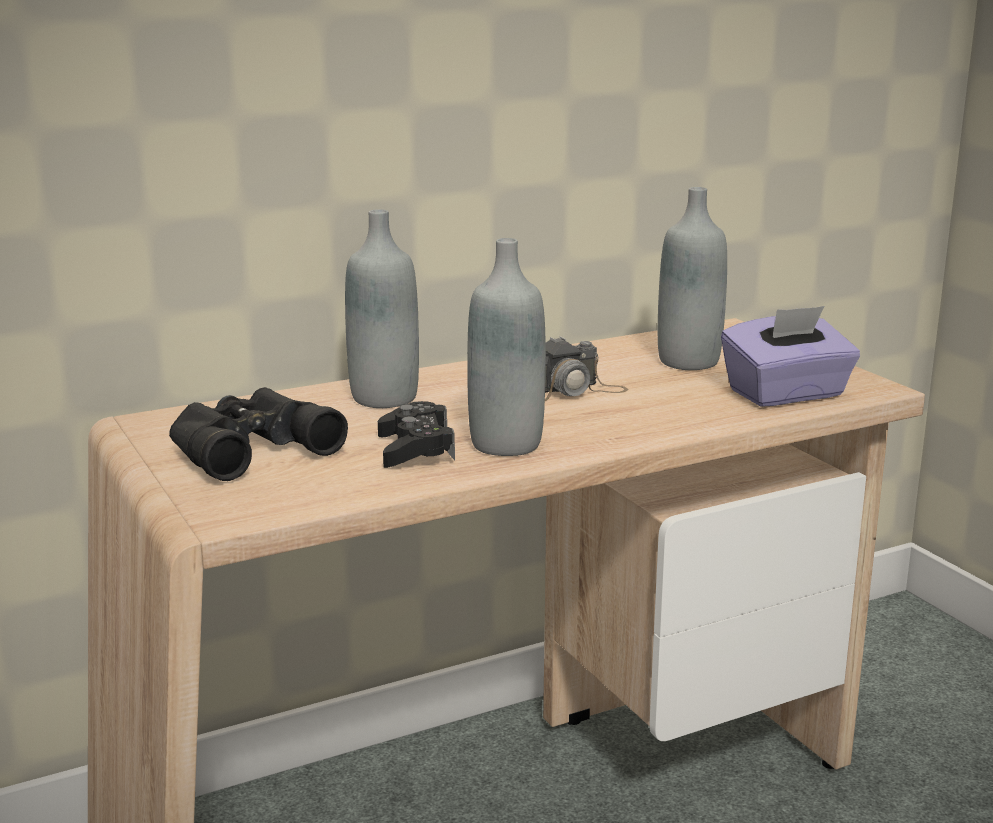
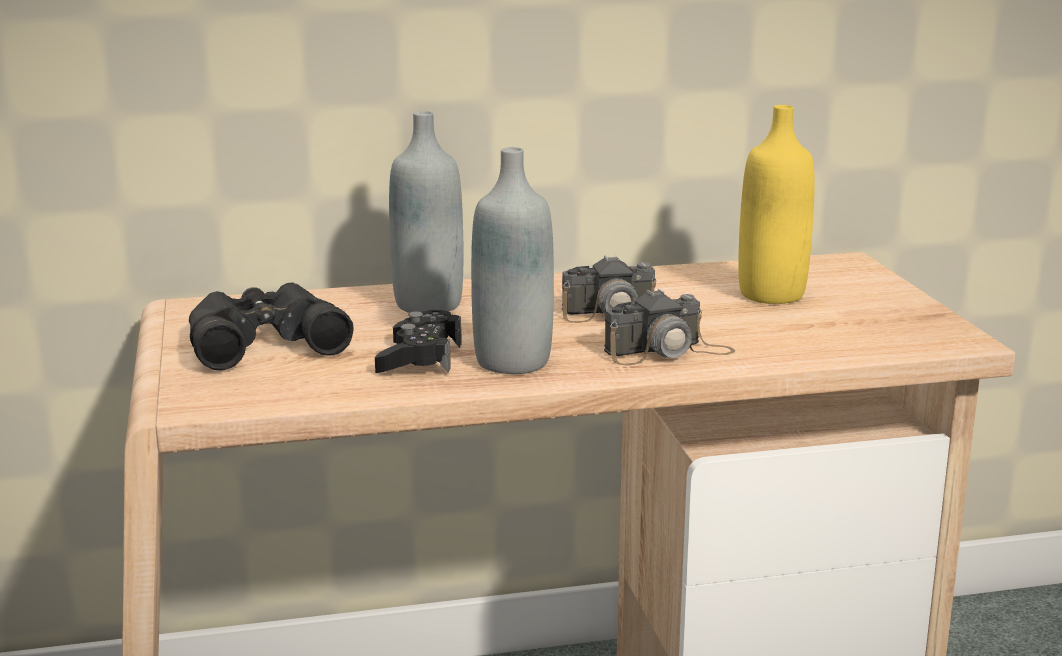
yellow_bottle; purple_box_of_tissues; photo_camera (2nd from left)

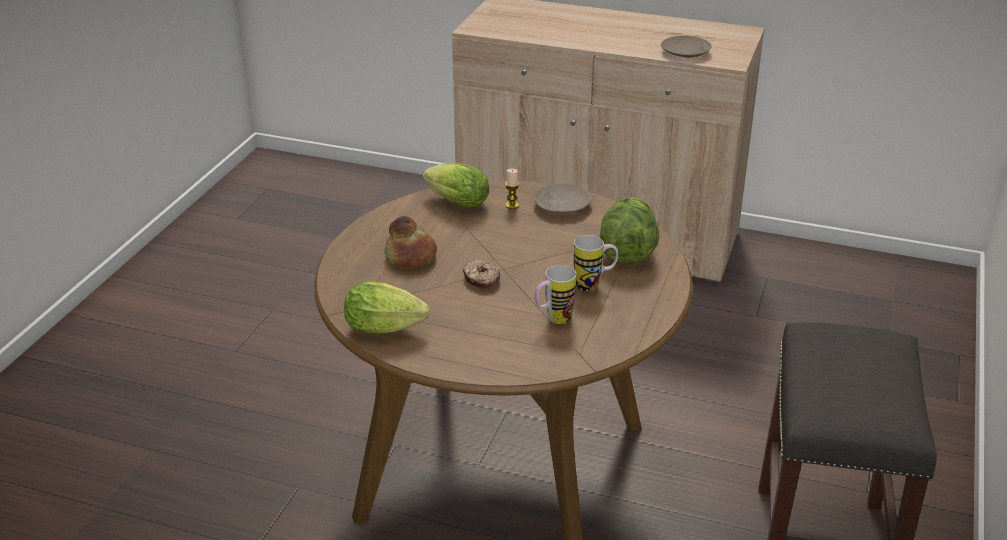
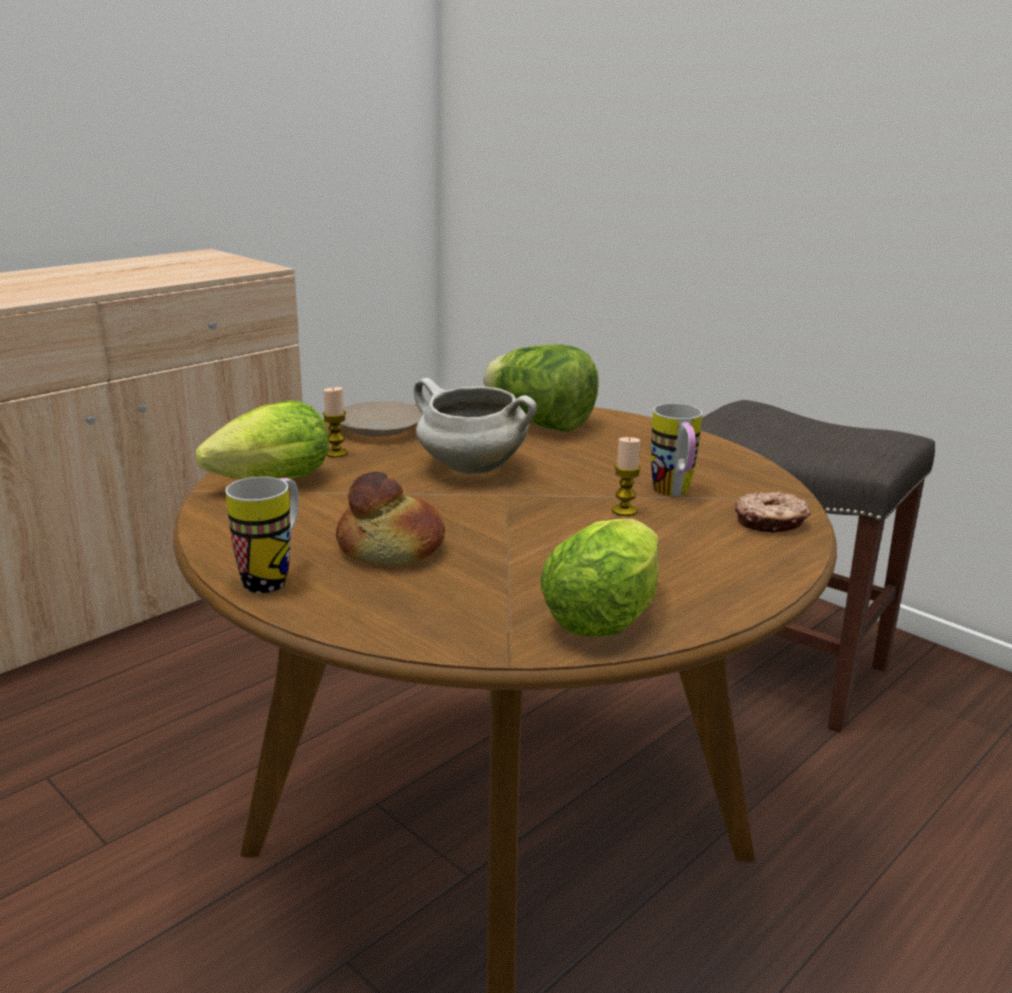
ring_doughnut; coffee_mug (1st from left); sand-coloured_dinner_plate (2nd from left in the first image); white-coloured_saucepot; wax_light (2nd from left)

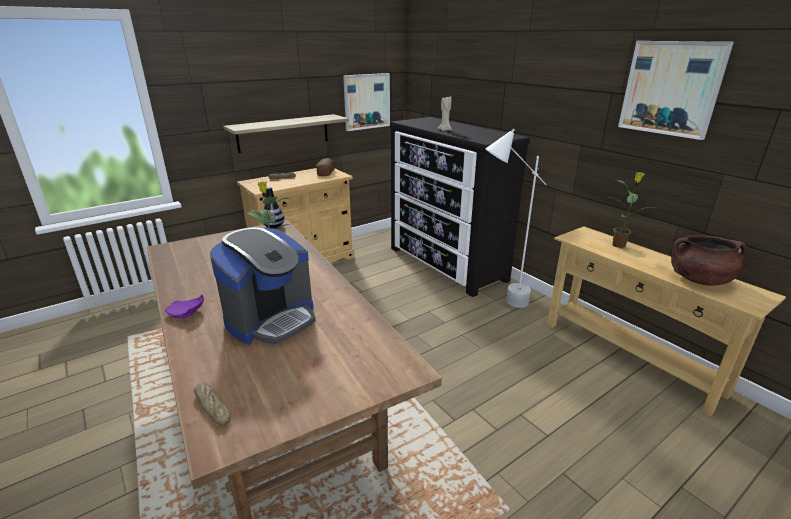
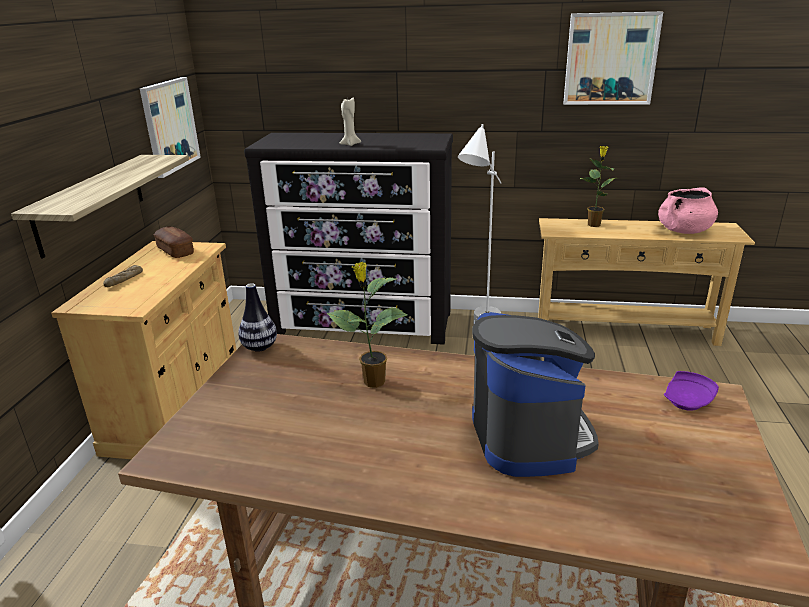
purple_dinner_plate; bread (1st from left in the first image); pink-coloured_saucepot

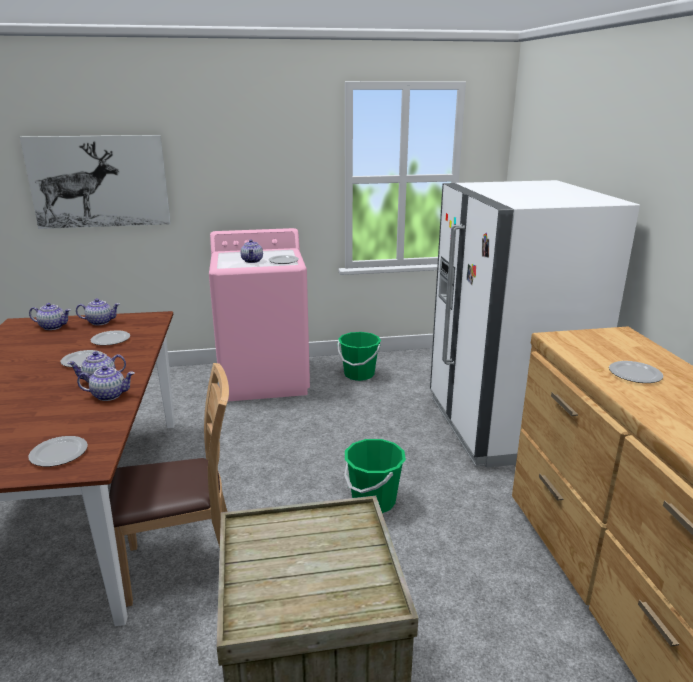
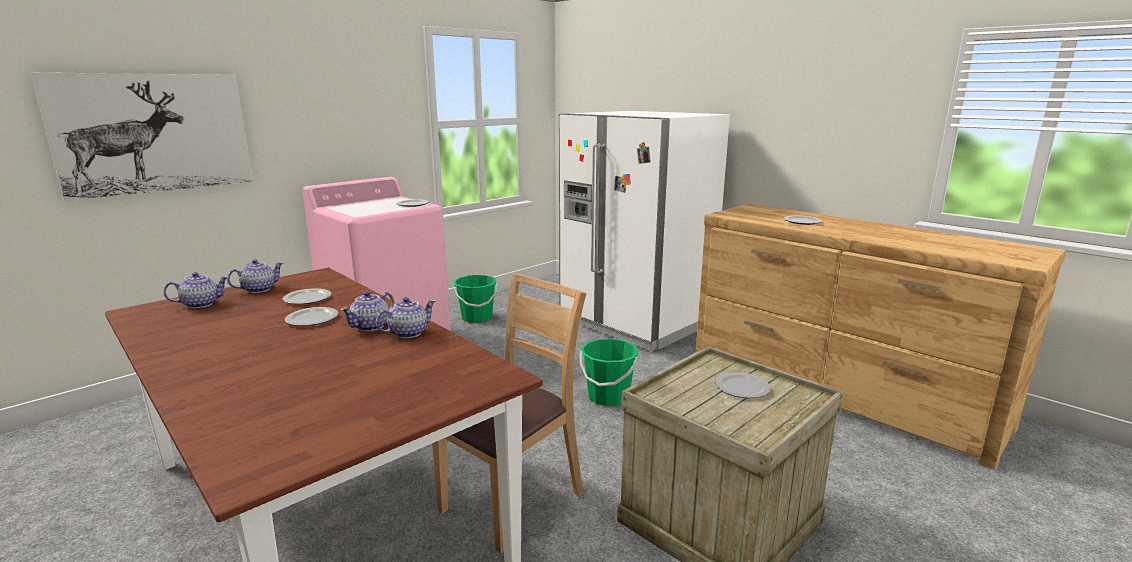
dinner_plate (4th from left); pot_for_tea (5th from left in the first image)

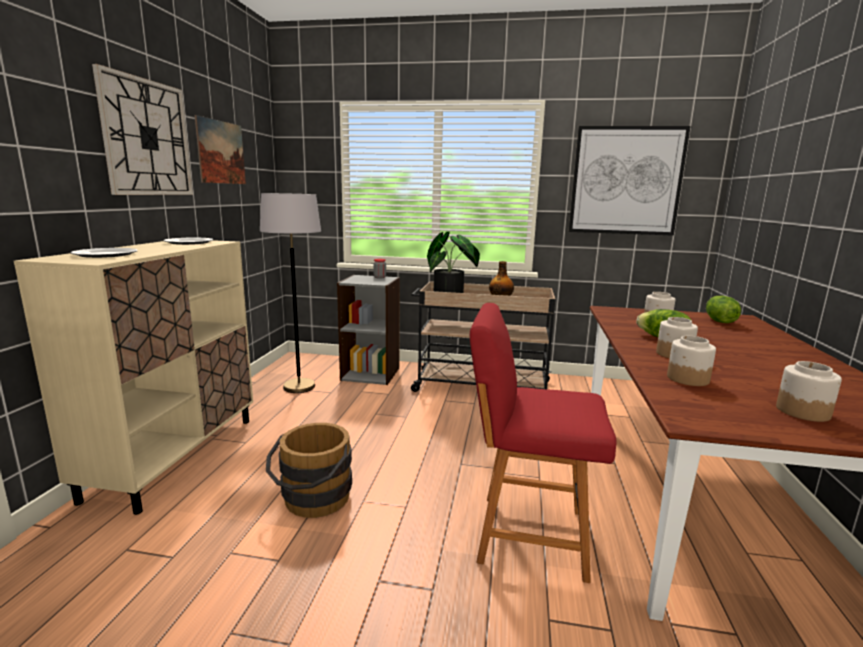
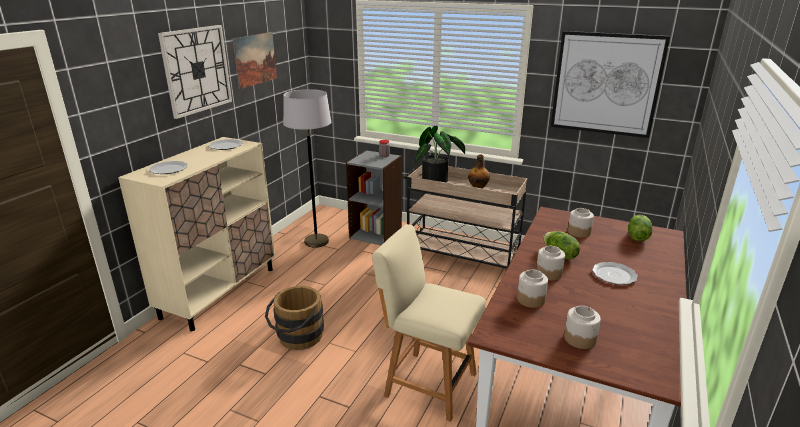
sand-coloured_upright_chair; dinner_plate (3rd from left)

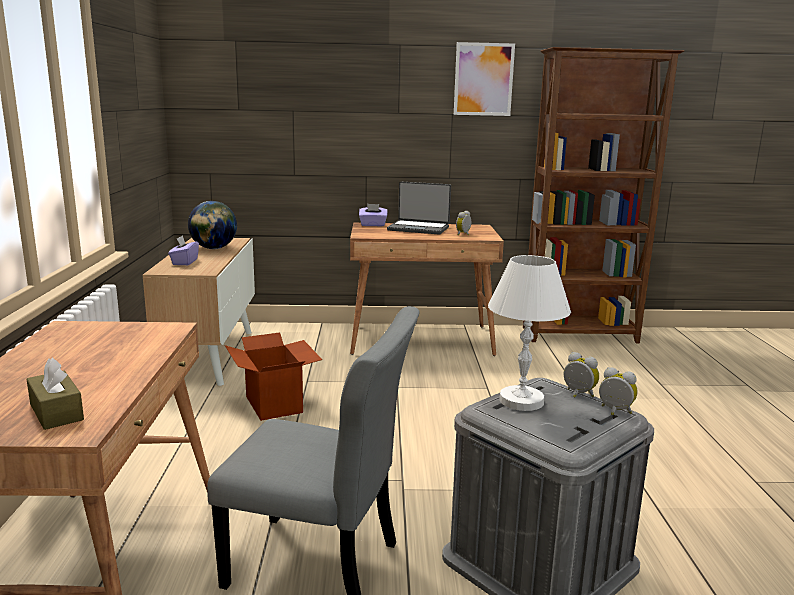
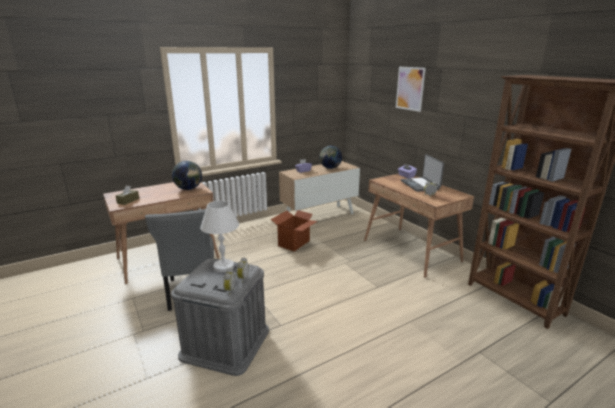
picture; world_globe (1st from left)

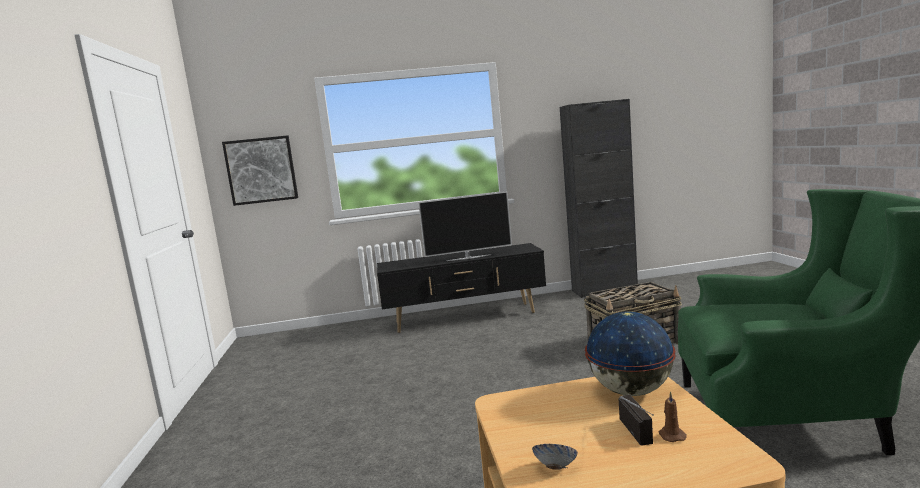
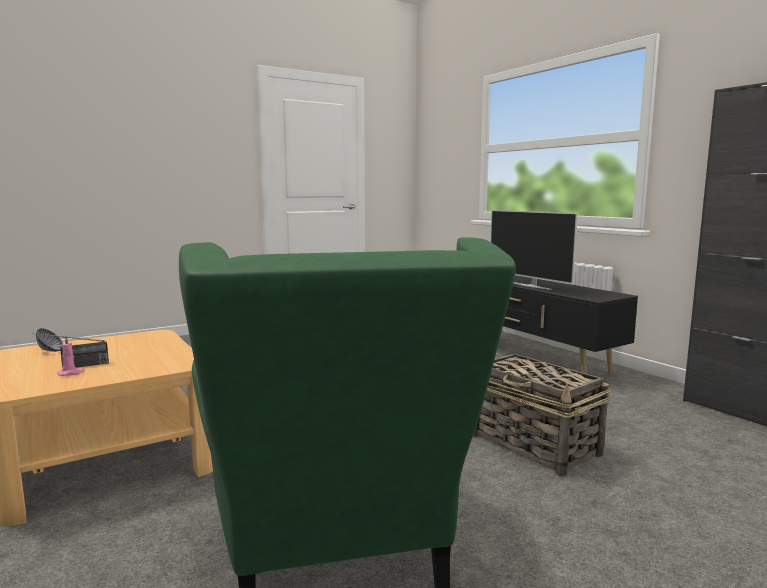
picture; world_globe; pink-coloured_wax_light

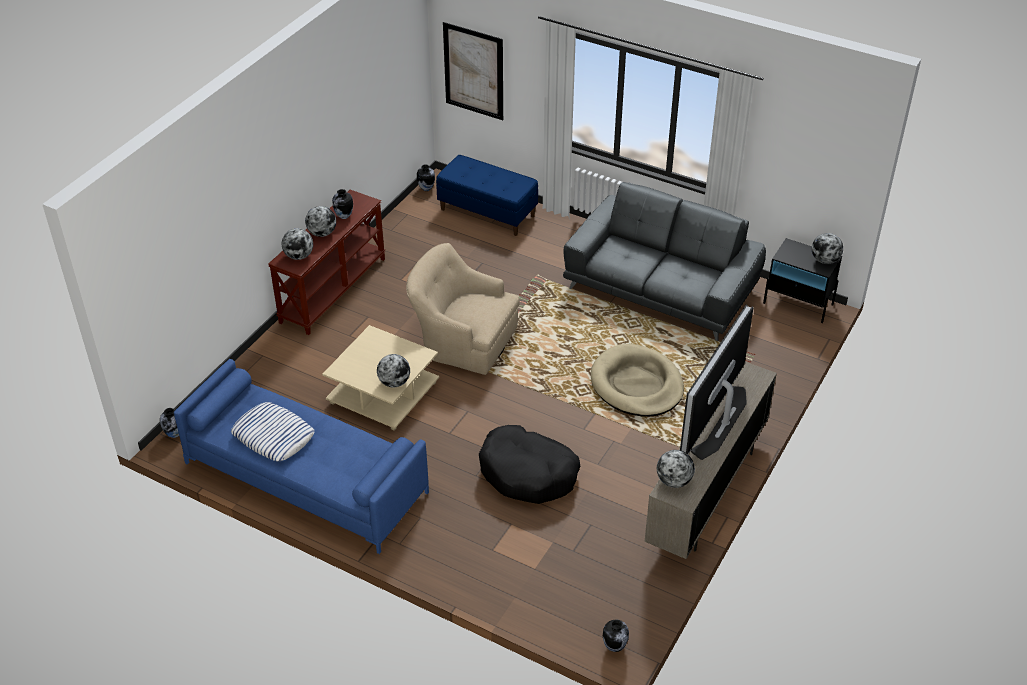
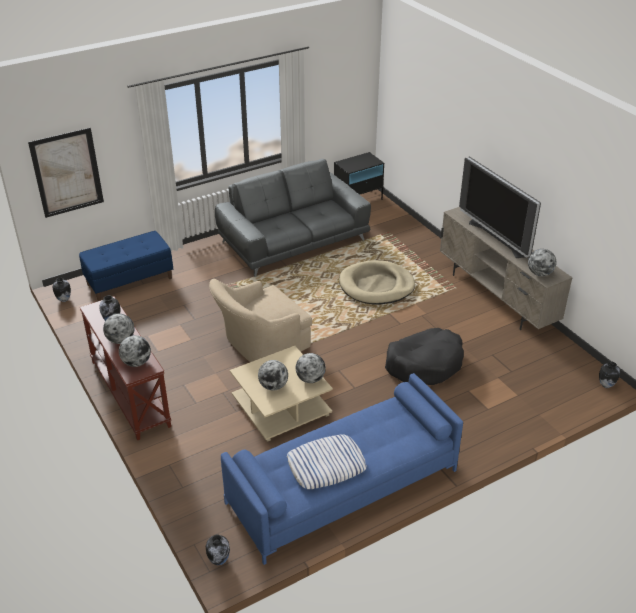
world_globe (3rd from left)

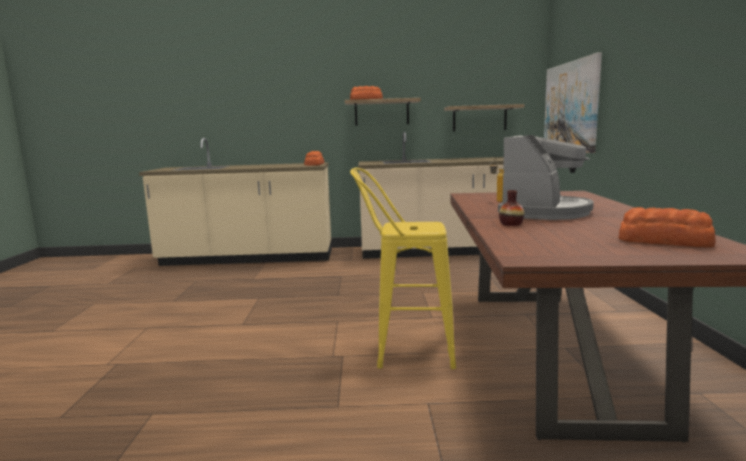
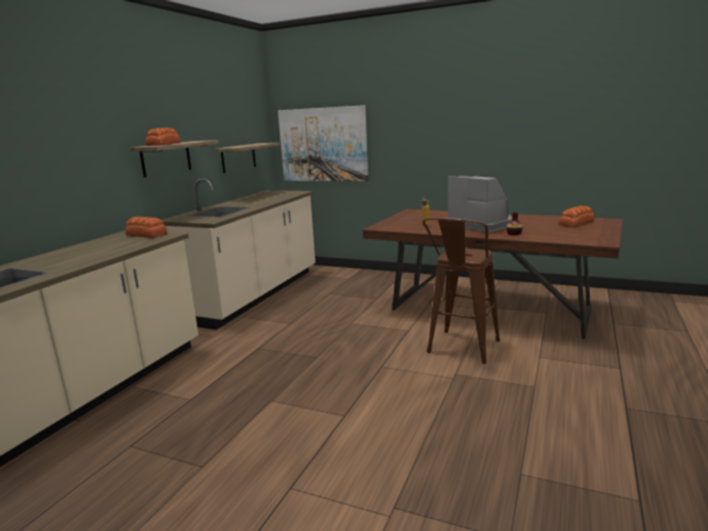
brown_stool

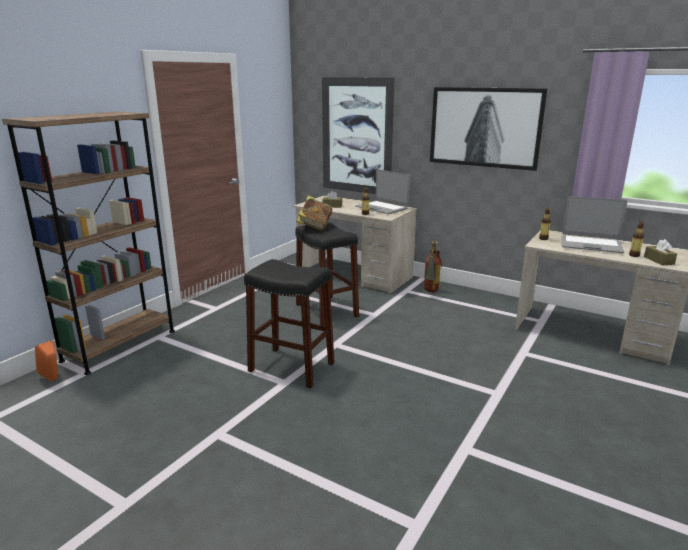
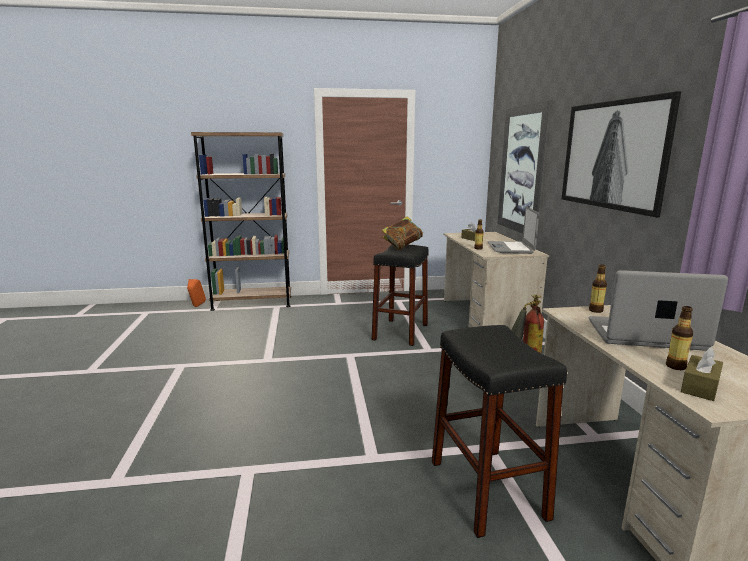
blackish_stool (2nd from left); notebook_computer (2nd from left)

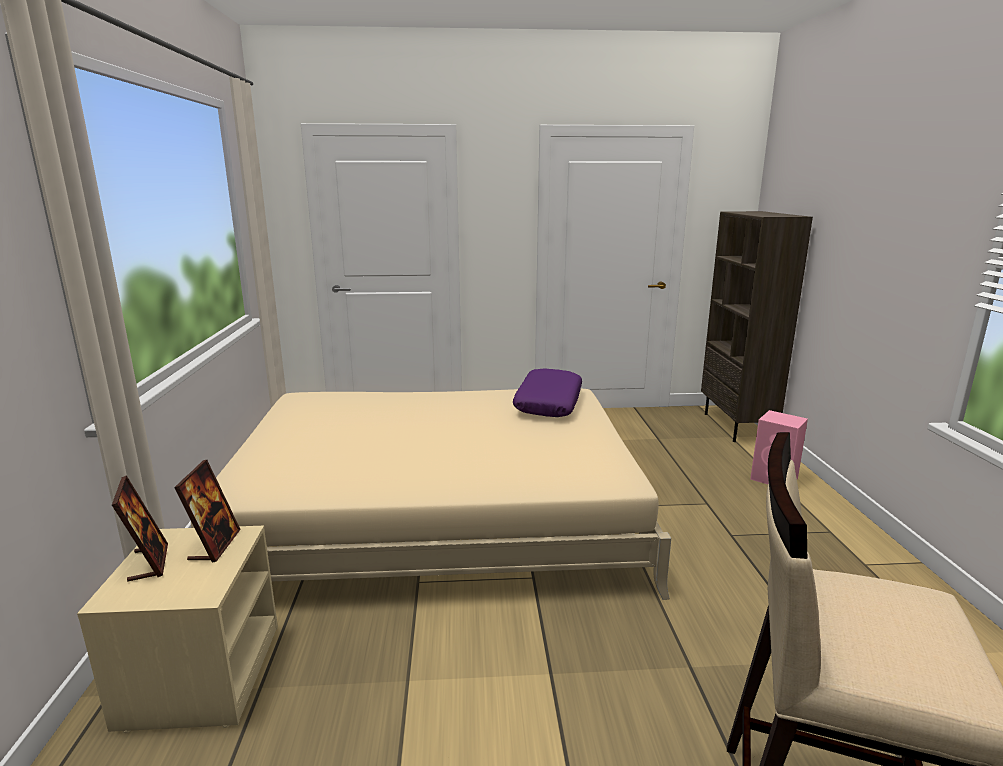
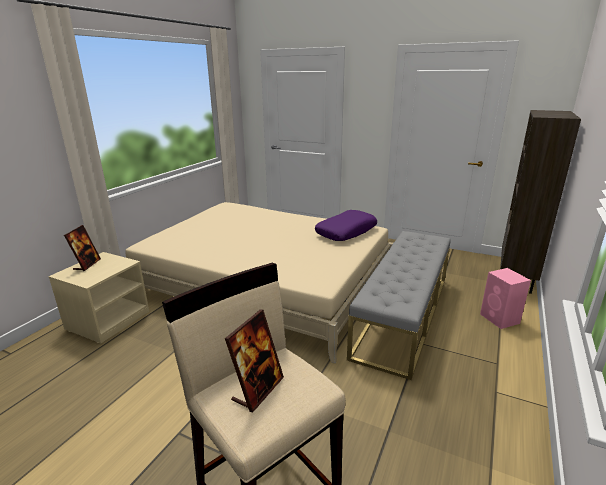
picture_frame (2nd from left); gray_long_seat

